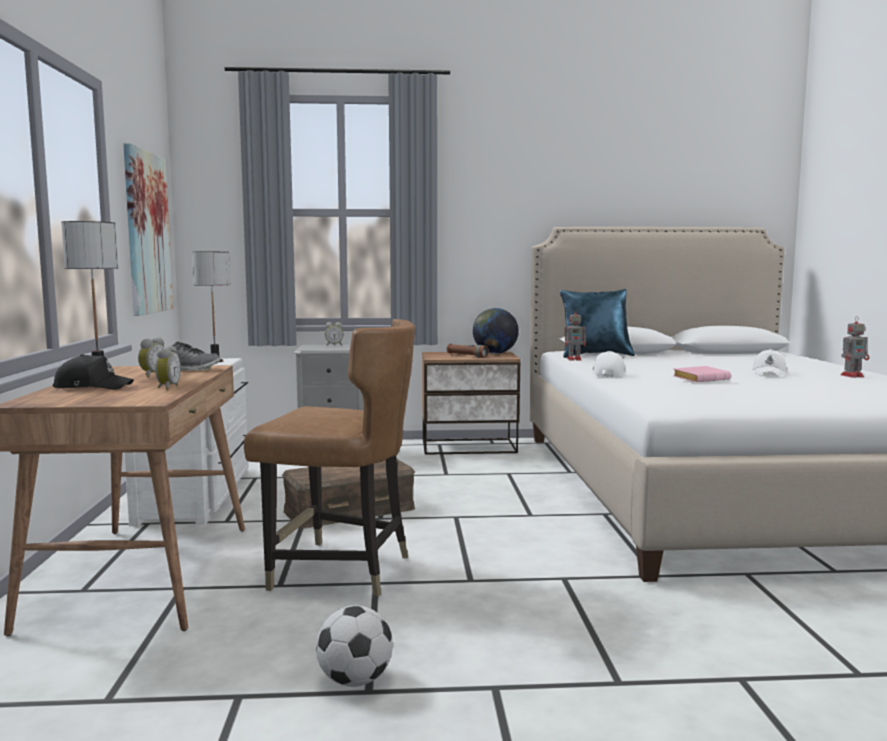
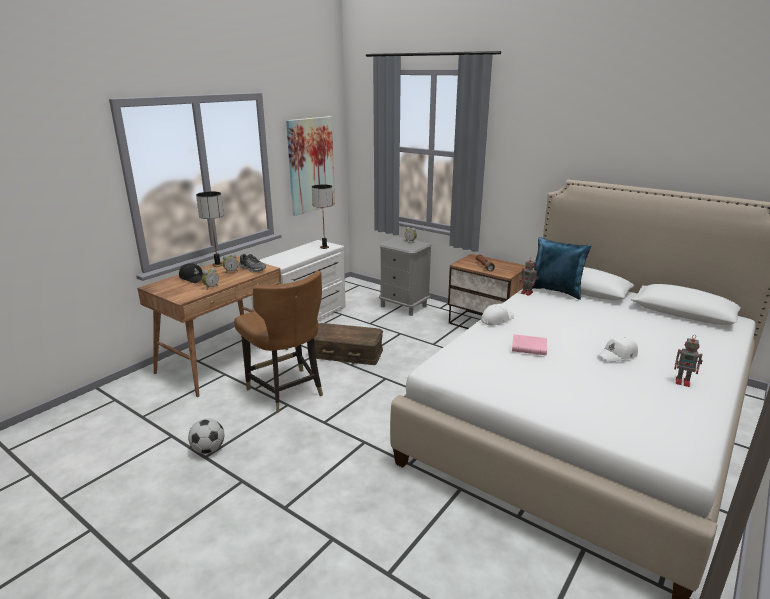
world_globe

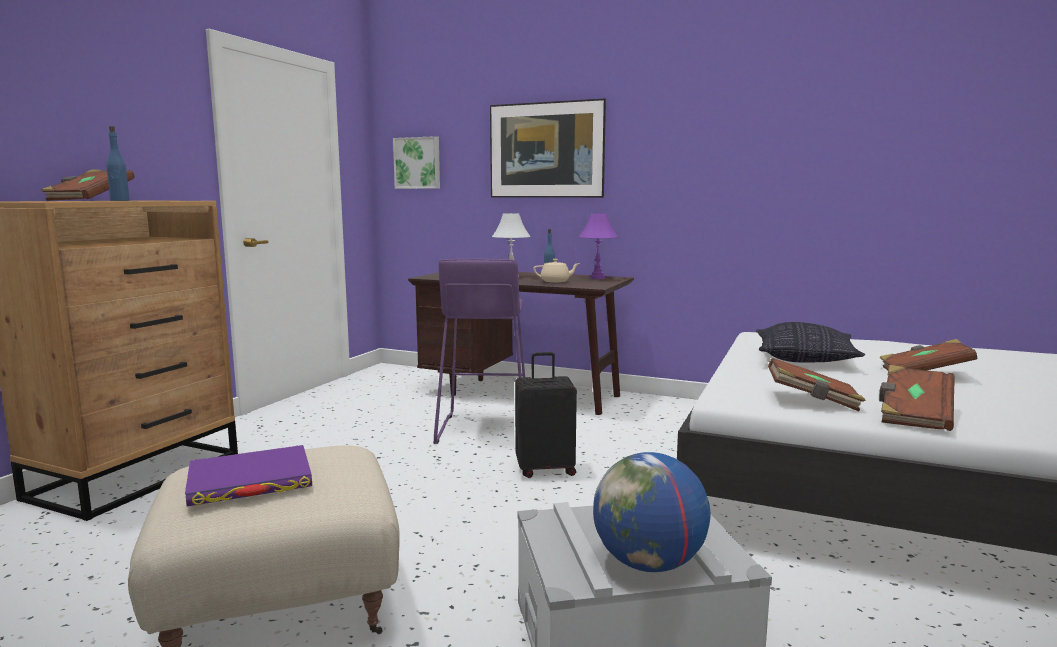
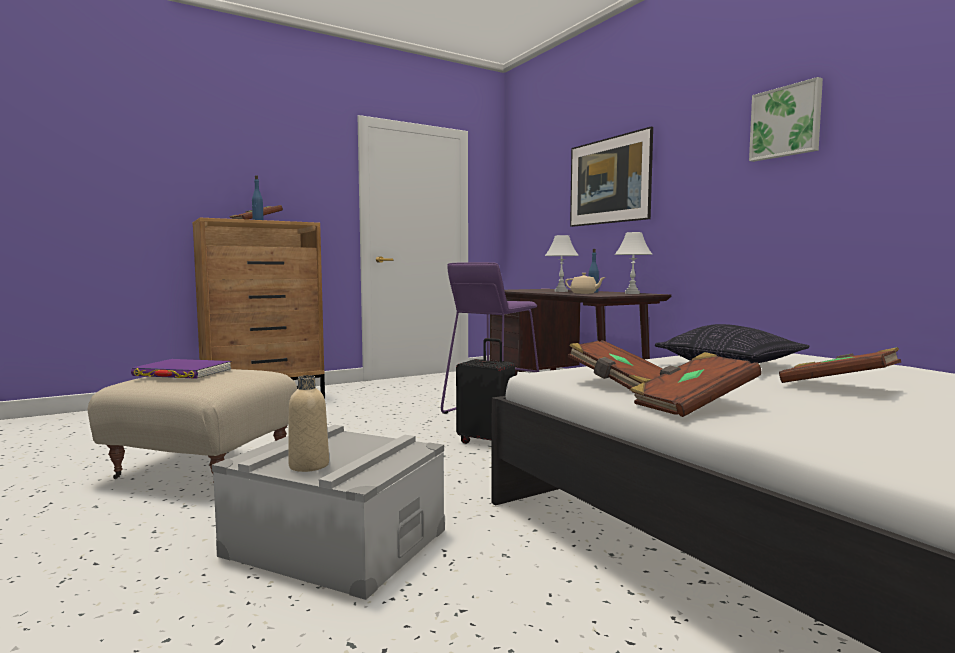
picture (2nd from left); white-coloured_lamp_for_a_table (2nd from left); sand-coloured_bottle

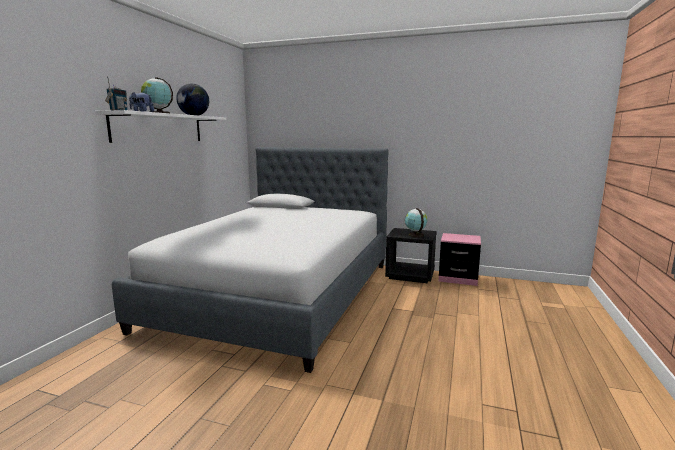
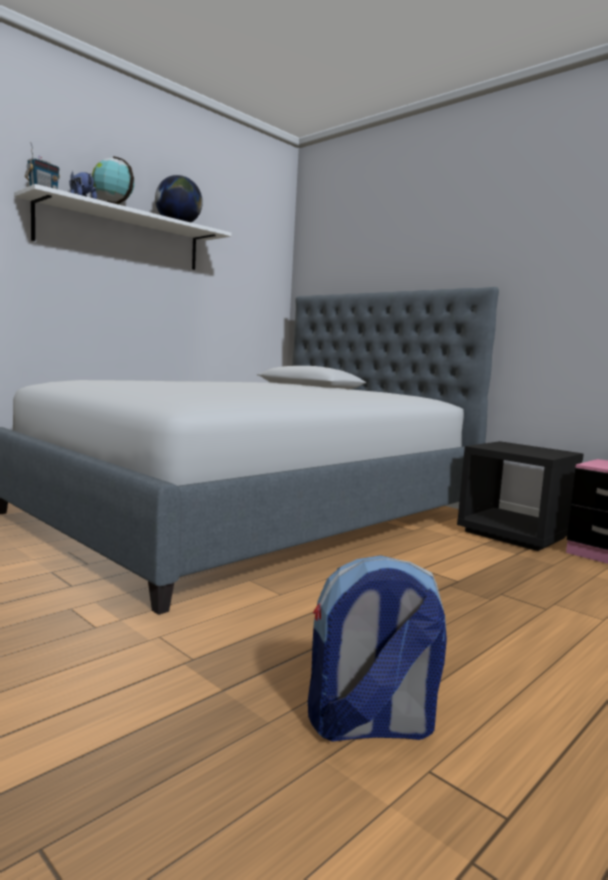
world_globe (3rd from left in the first image); rucksack

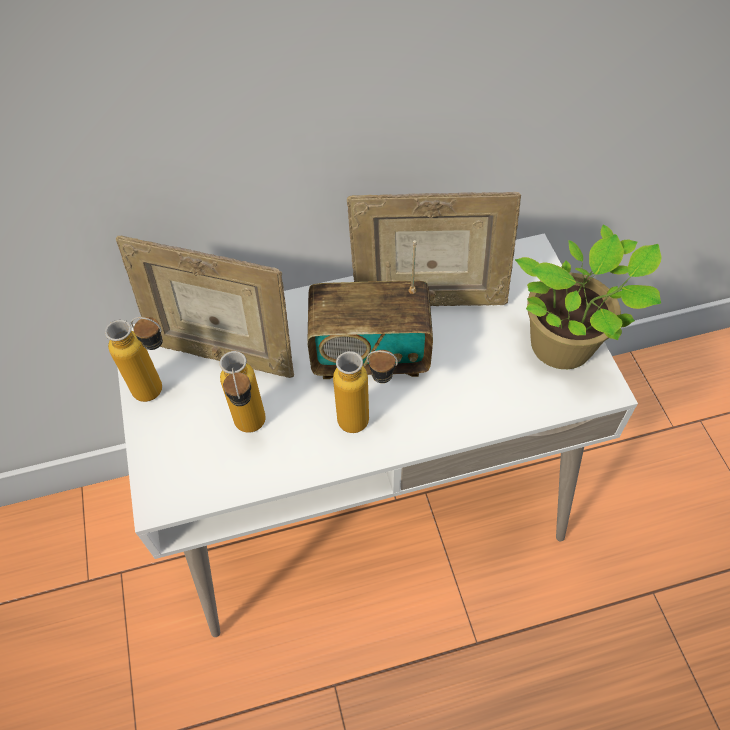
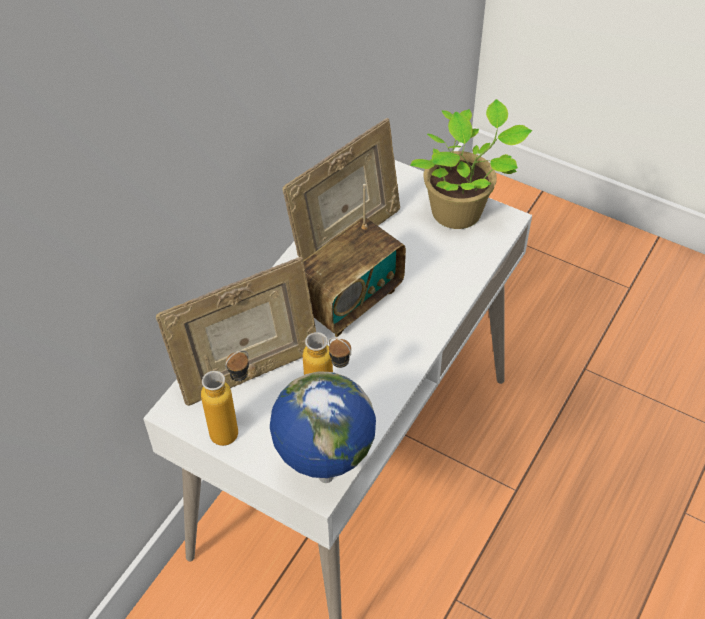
bottle (3rd from left in the first image); world_globe

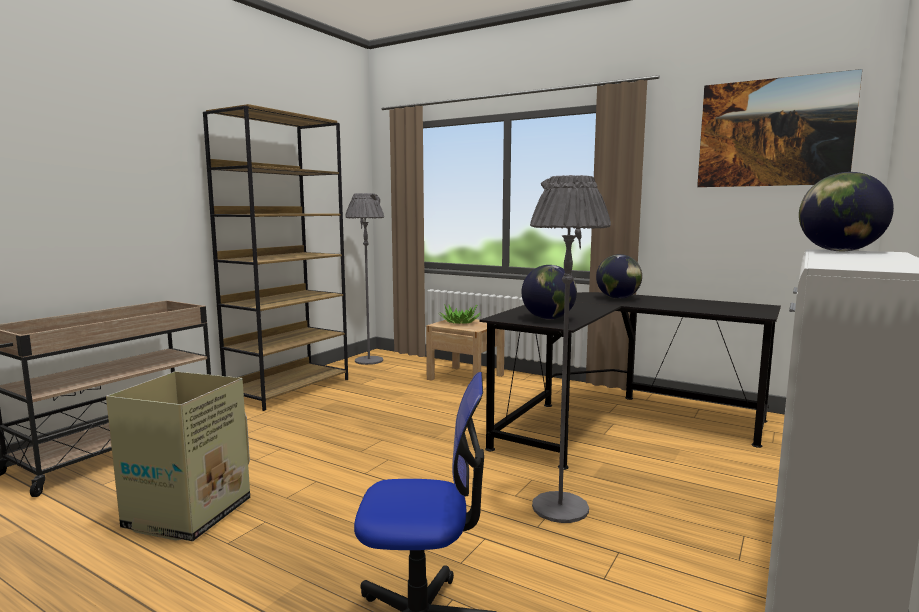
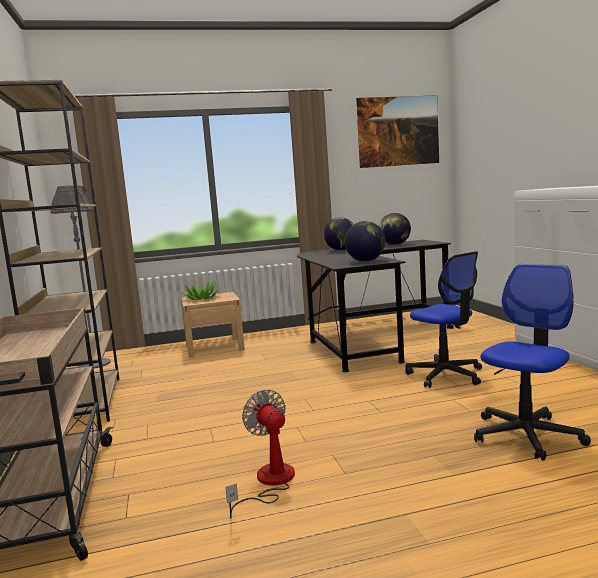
fan; office_chair (1st from left); world_globe (3rd from left)

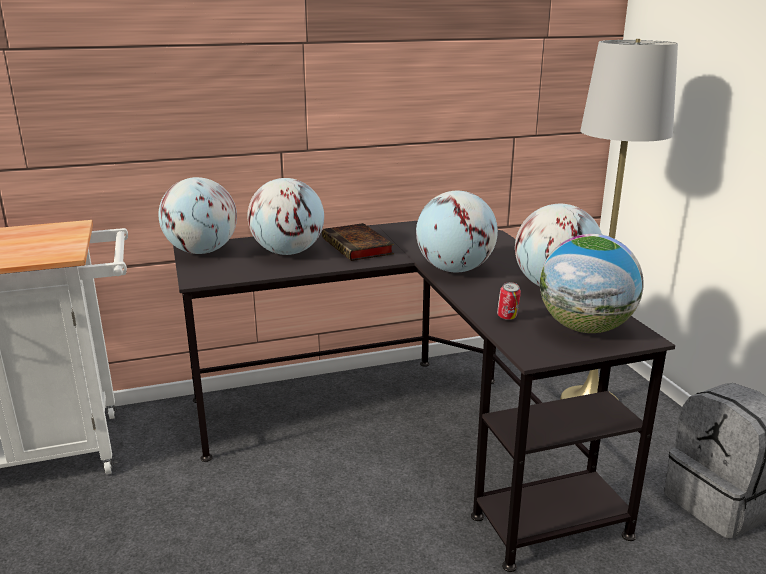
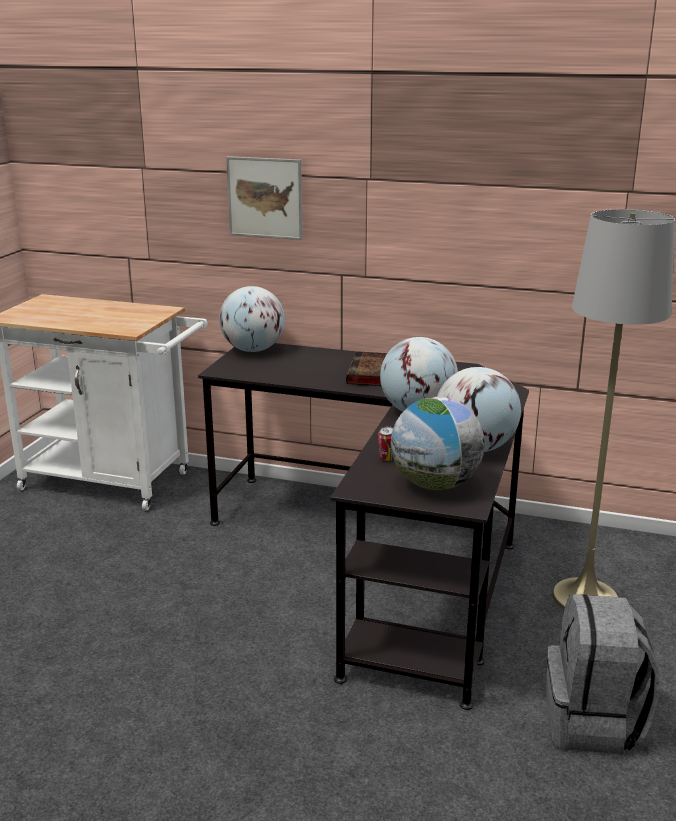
world_globe (2nd from left in the first image); picture

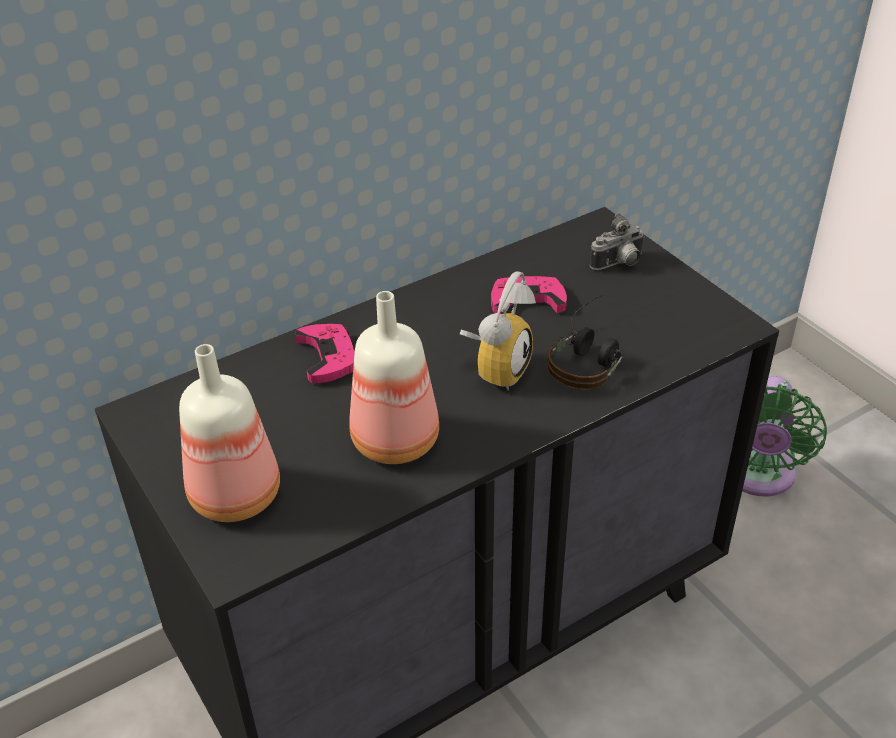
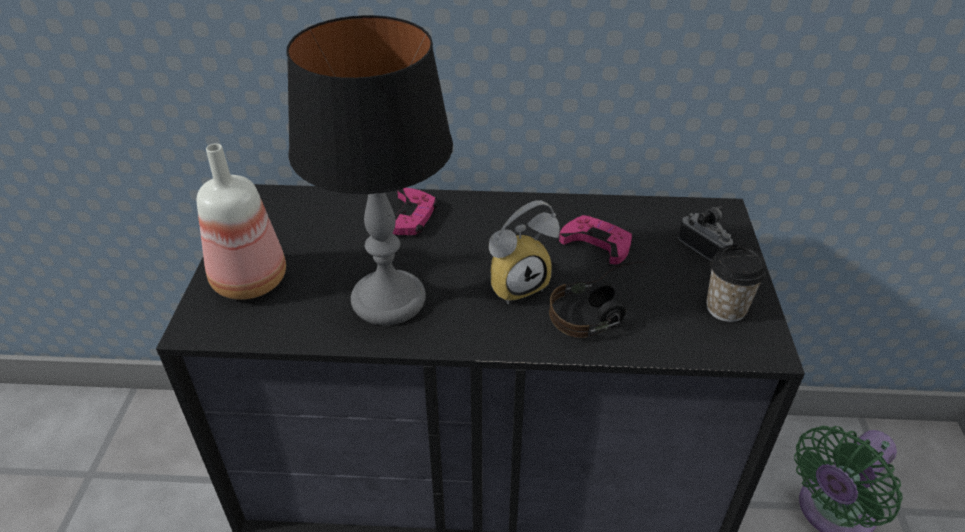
lamp_for_a_table; photo_camera; cup

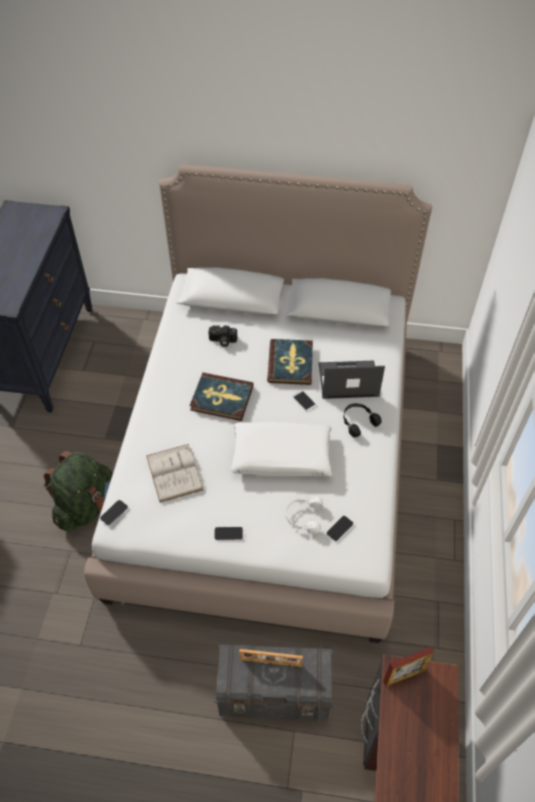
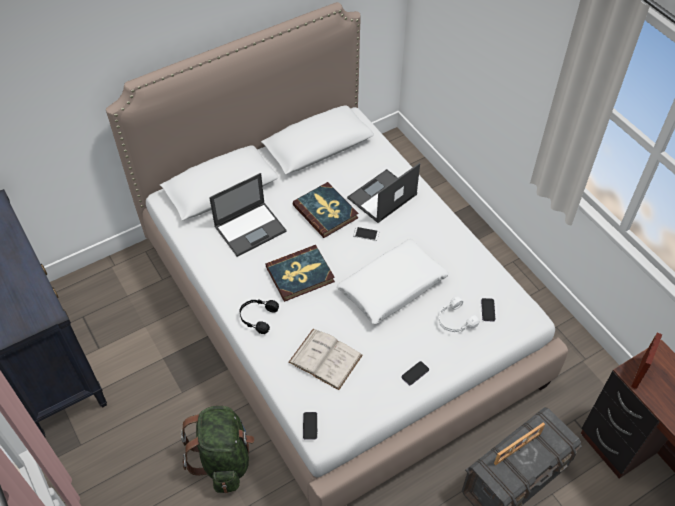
notebook_computer (1st from left); blackish_pair_of_headphones

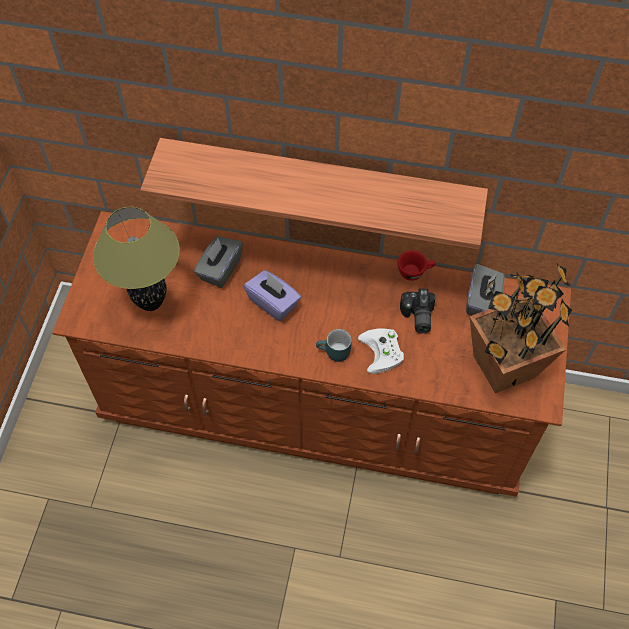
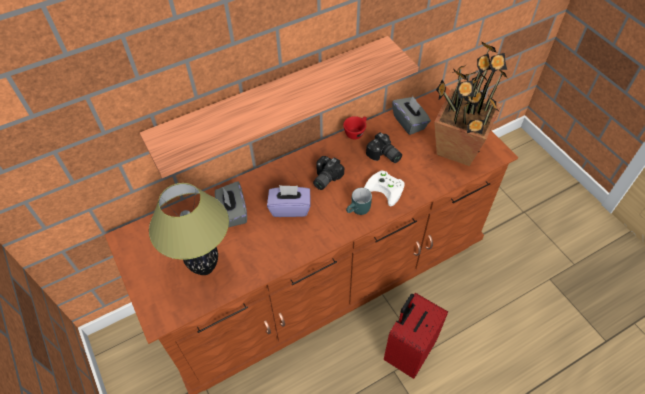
photo_camera (1st from left); red-coloured_suitcase

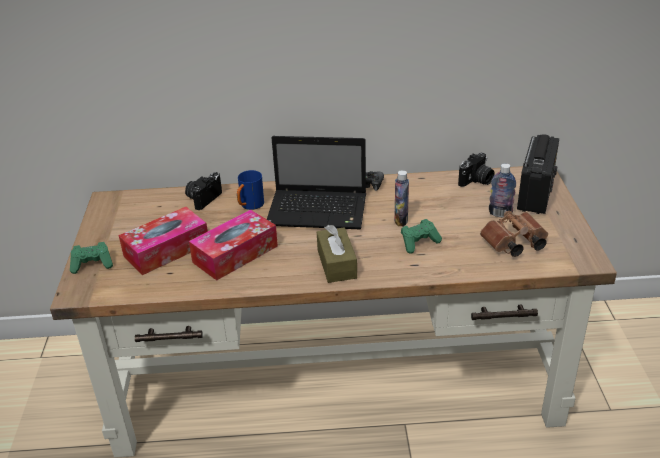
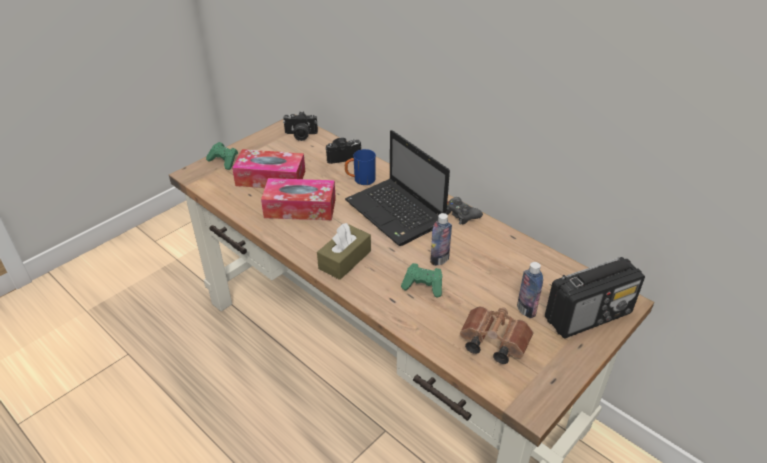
photo_camera (1st from left)

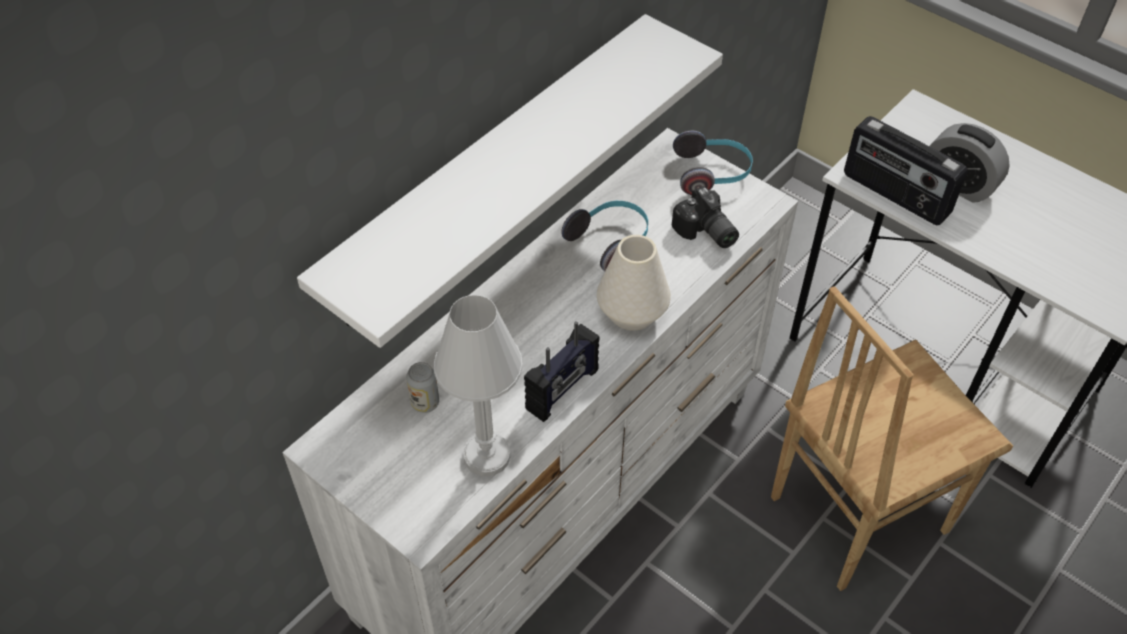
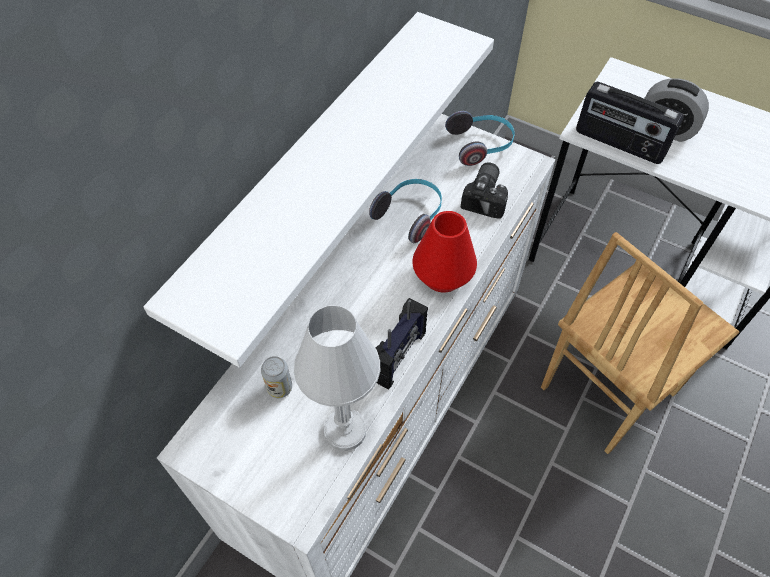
red-coloured_decorative_vase; photo_camera

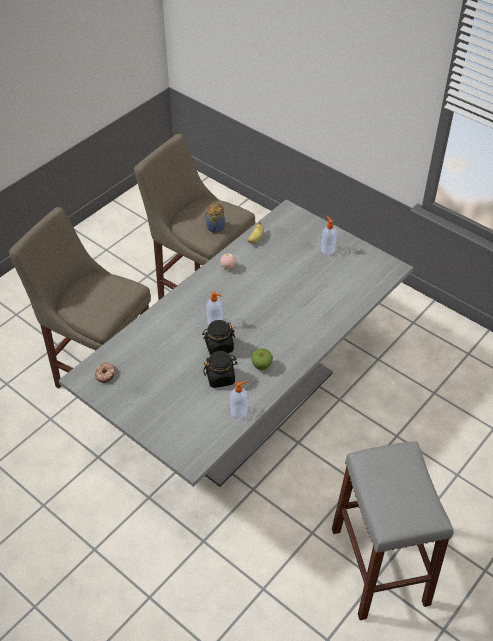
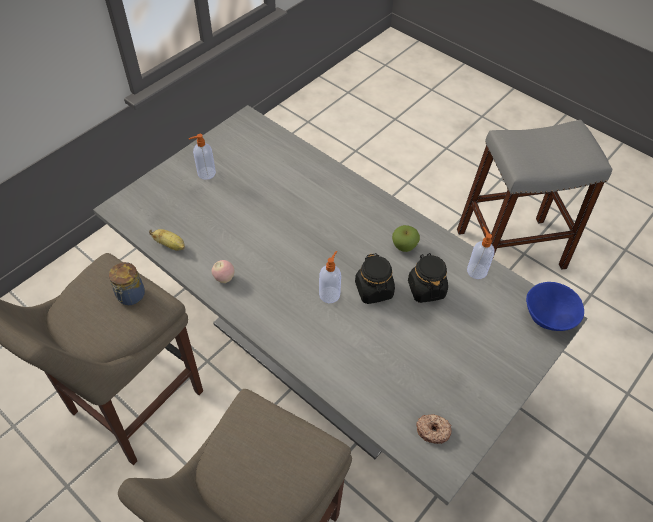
bluish_deep_dish

